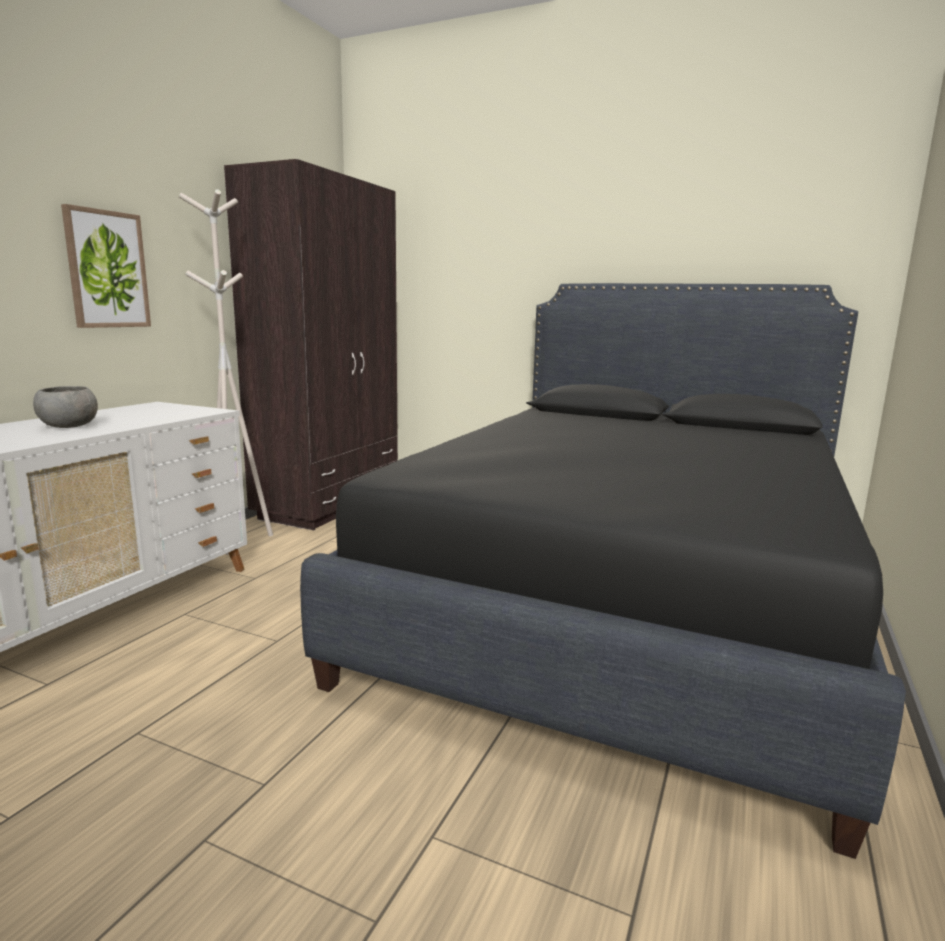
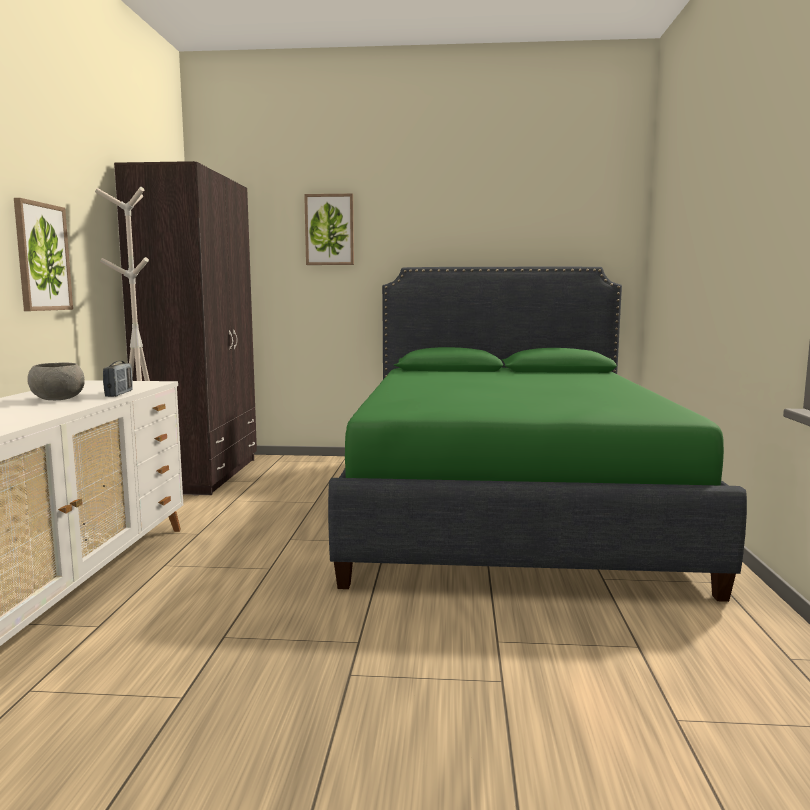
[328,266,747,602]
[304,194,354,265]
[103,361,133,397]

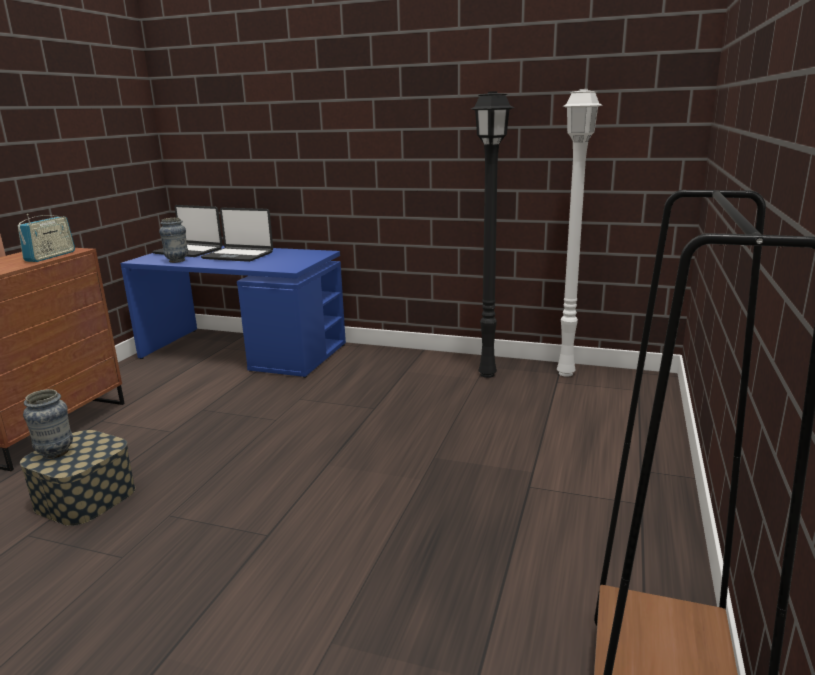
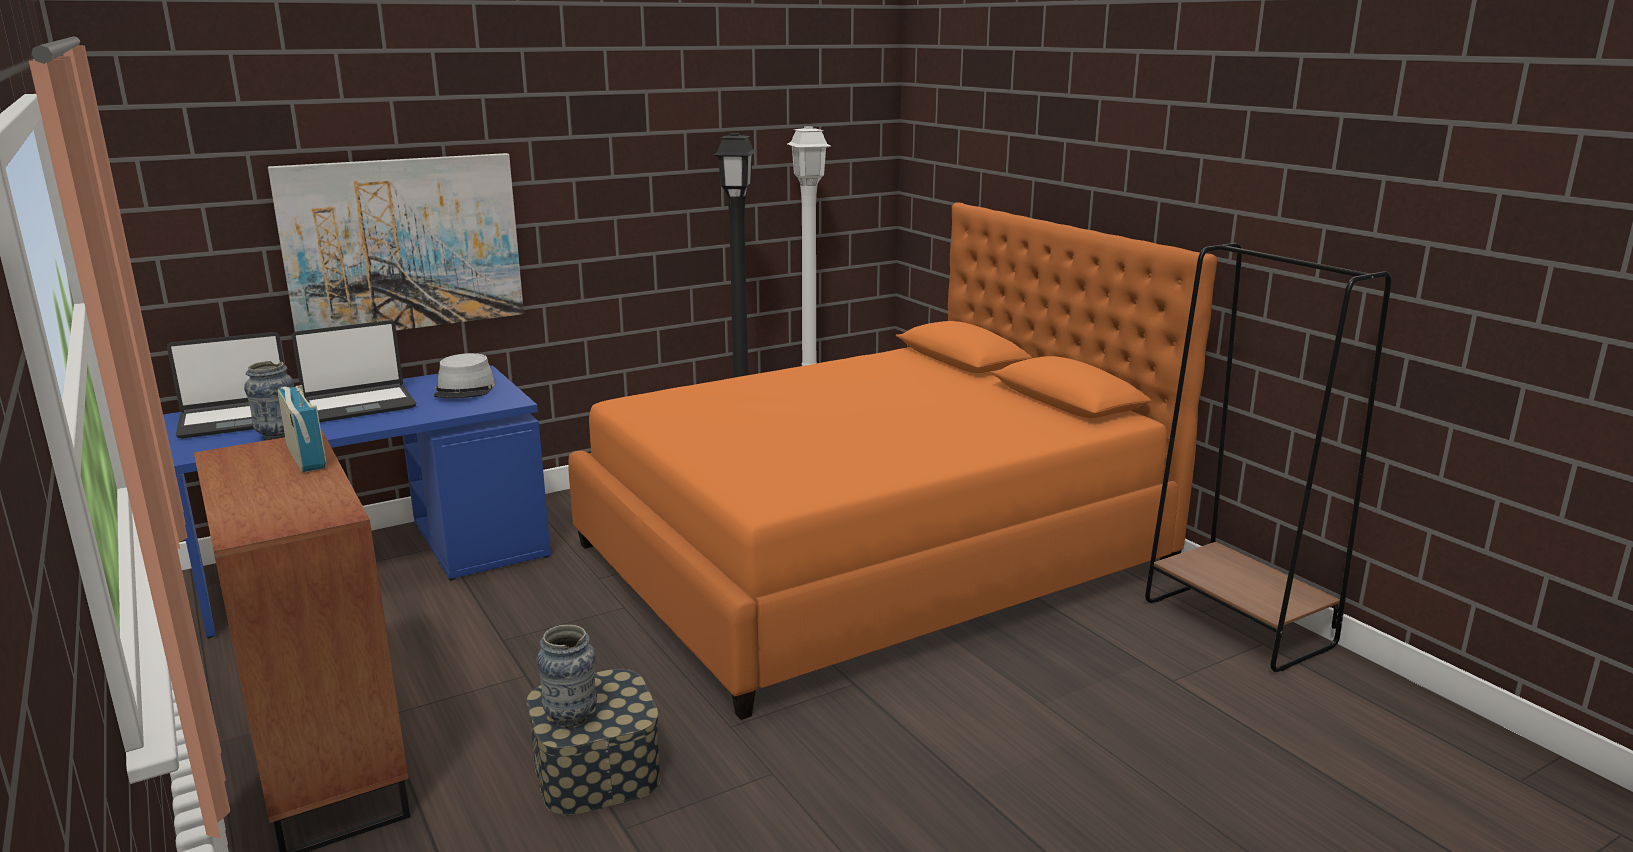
[268,153,524,332]
[568,202,1217,720]
[434,353,495,398]

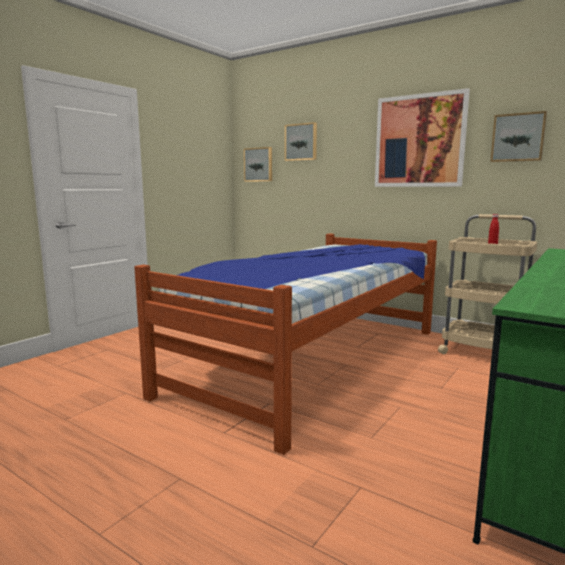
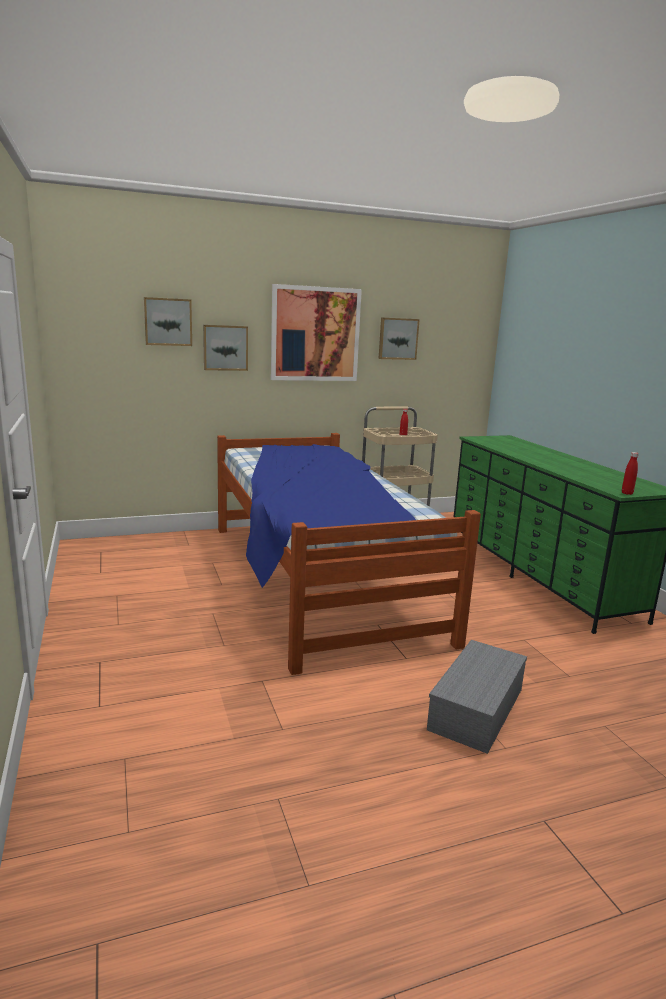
[203,325,248,371]
[622,452,639,495]
[427,640,527,754]

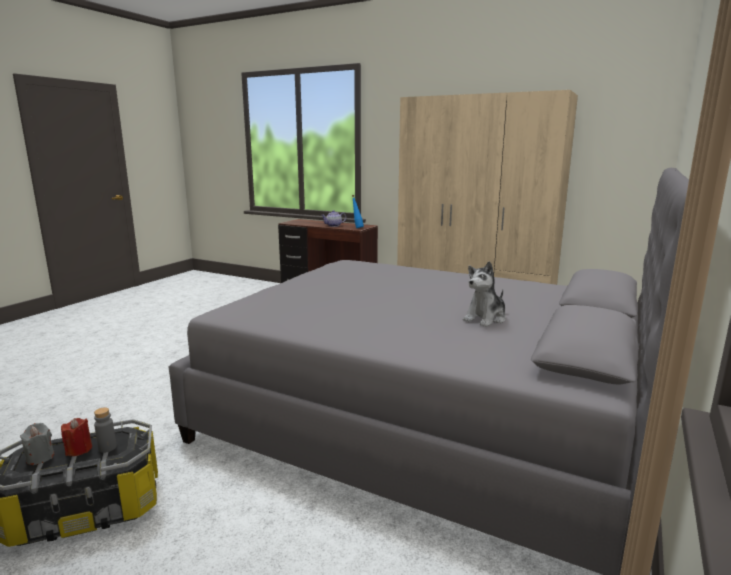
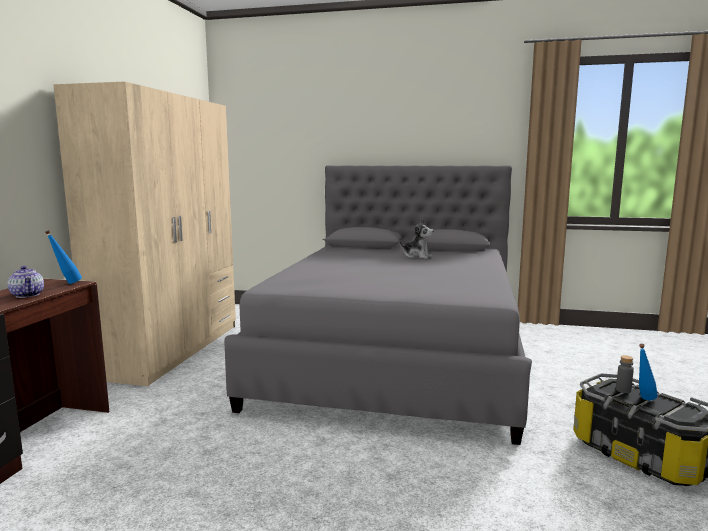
[639,344,658,400]
[20,423,54,465] (first image)

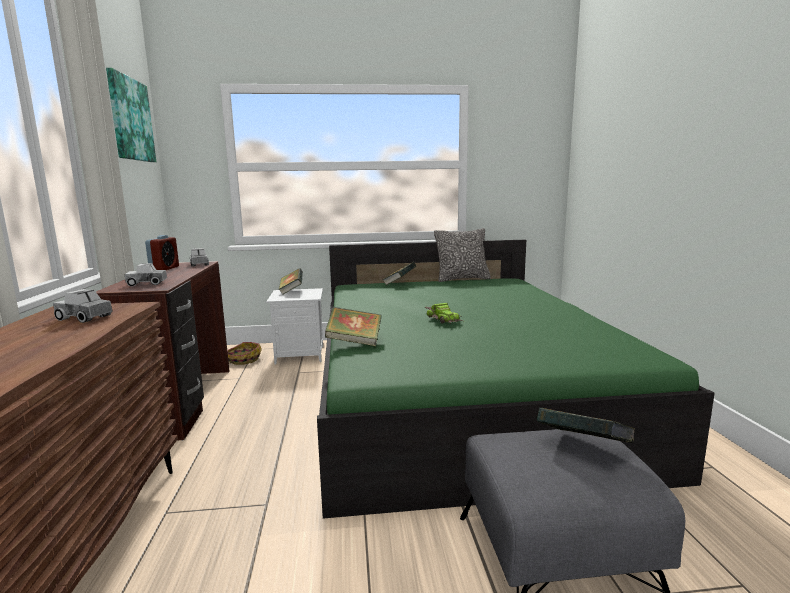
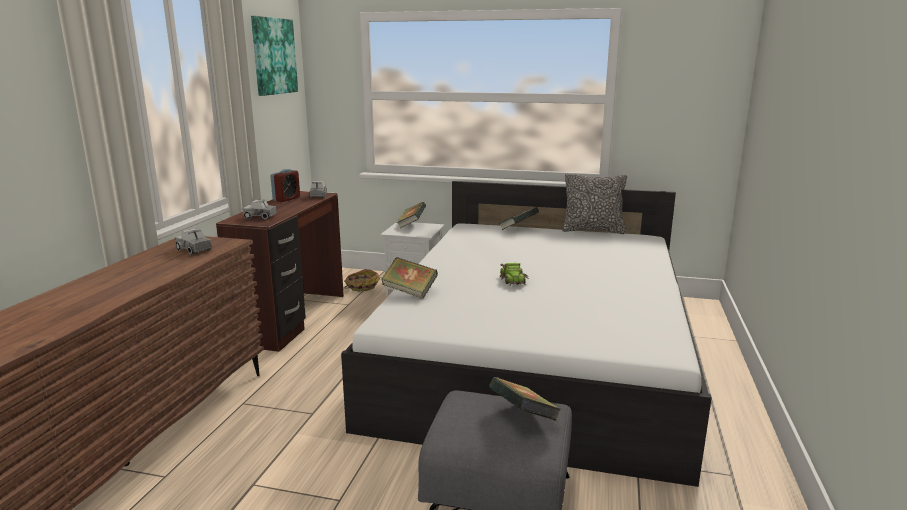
[341,181,712,487]

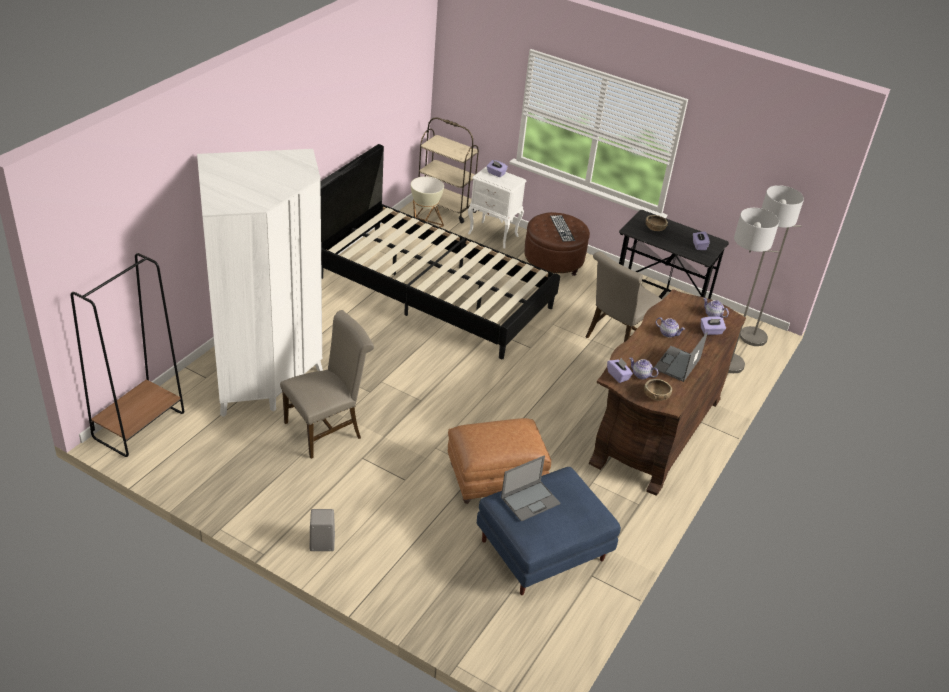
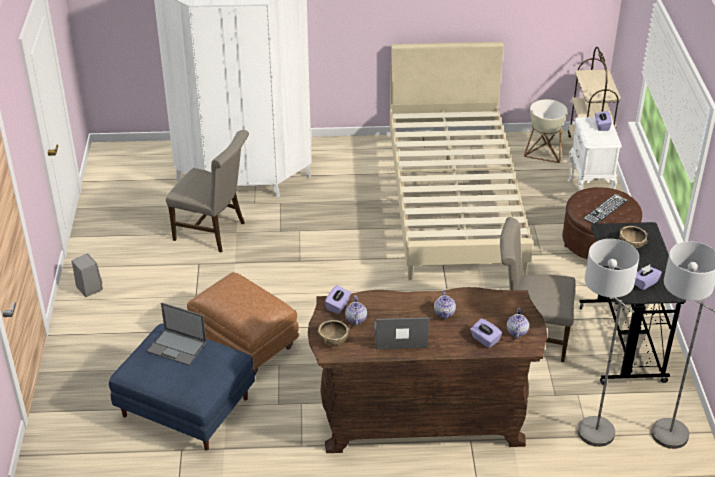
[390,42,533,280]
[71,253,184,457] (first image)

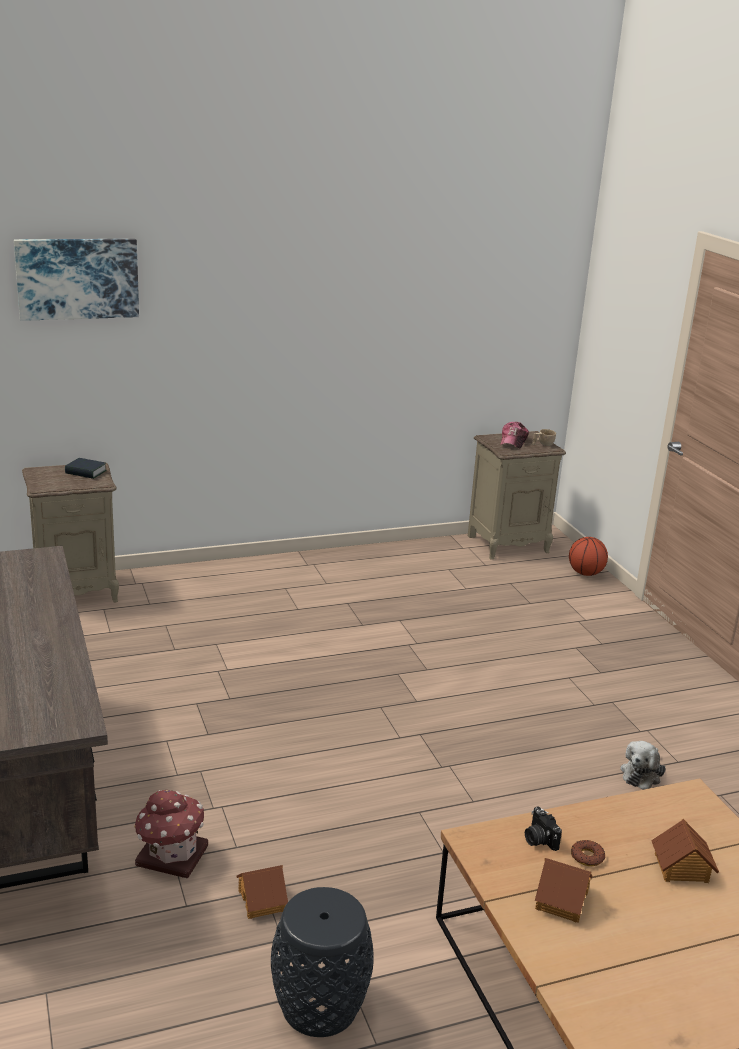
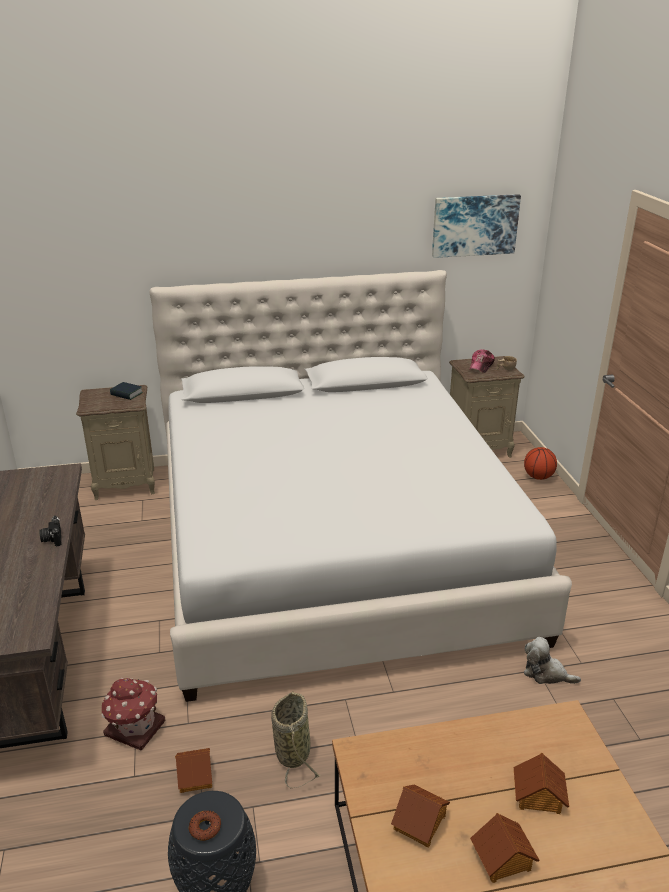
[432,194,521,258]
[524,637,581,684]
[39,516,61,546]
[189,810,221,841]
[149,270,572,702]
[271,691,320,789]
[470,813,540,883]

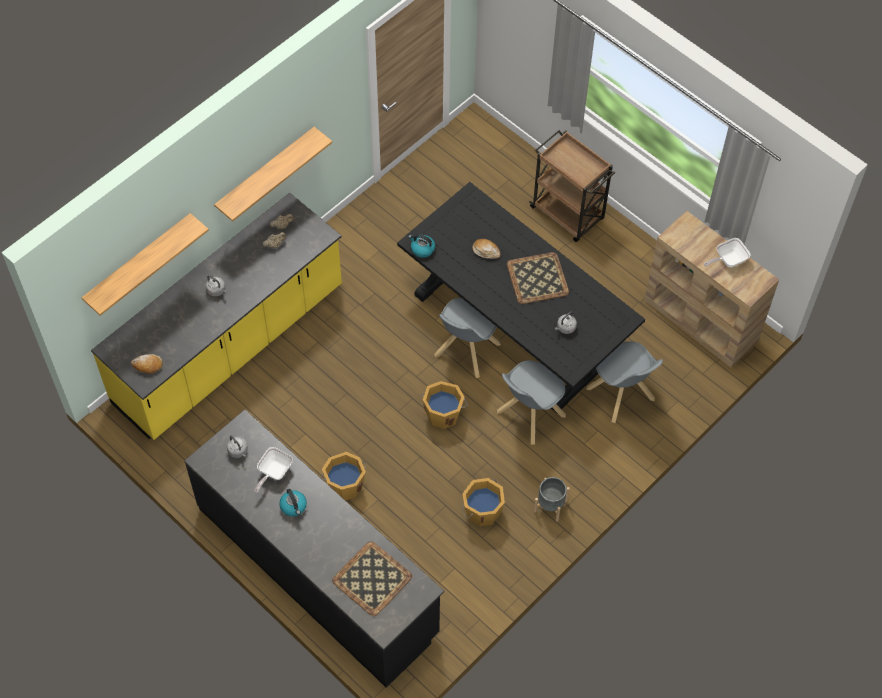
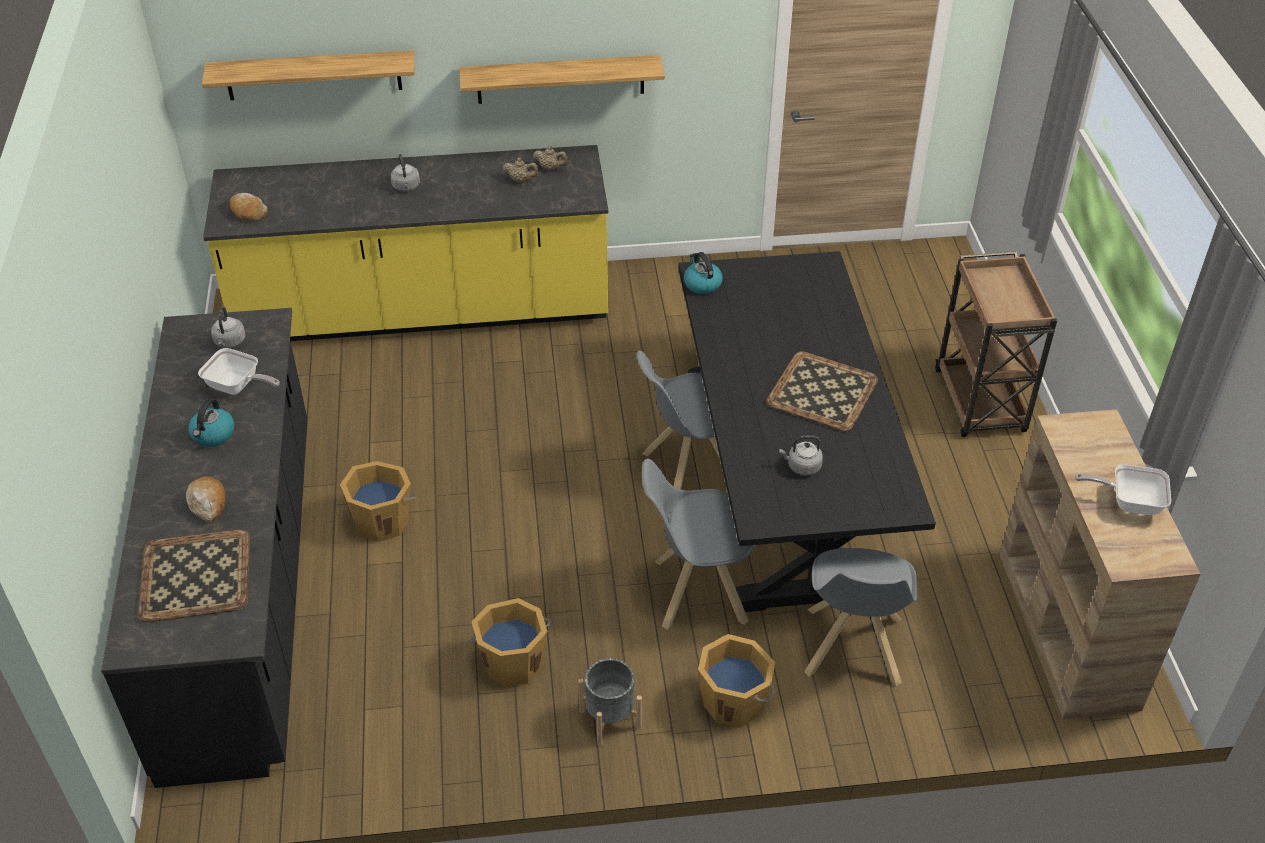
[186,476,225,523]
[698,634,775,728]
[198,348,280,395]

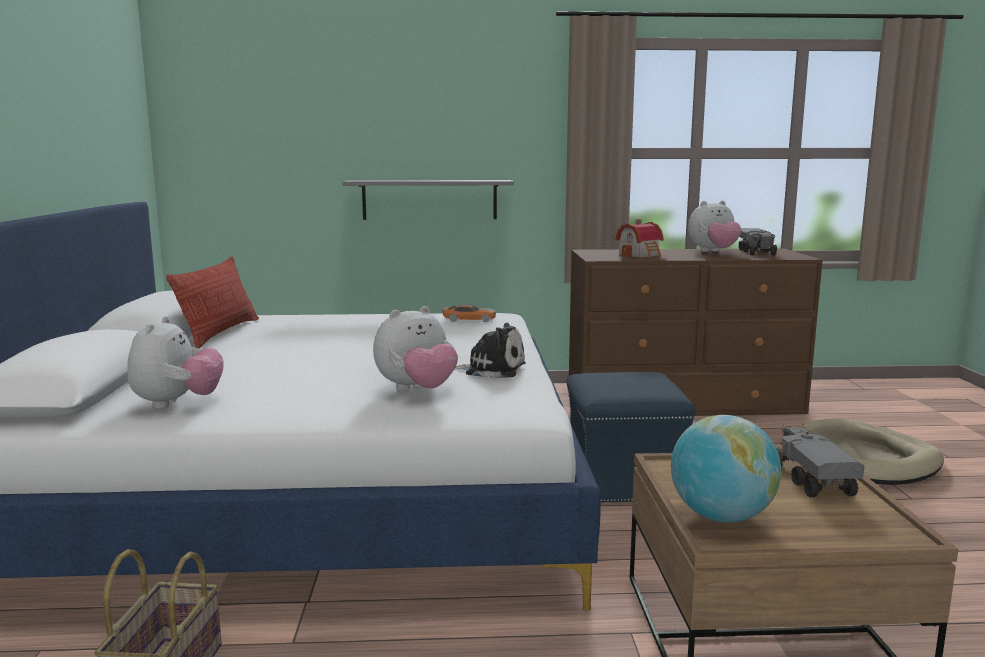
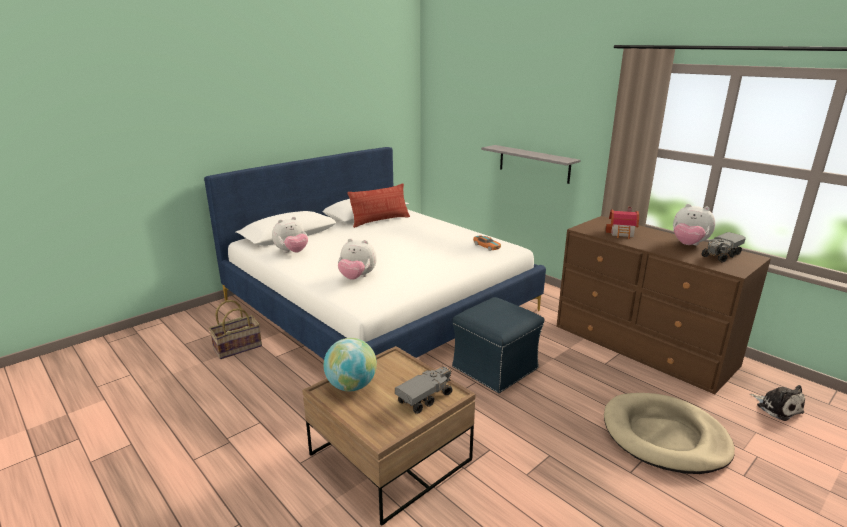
[750,385,805,421]

